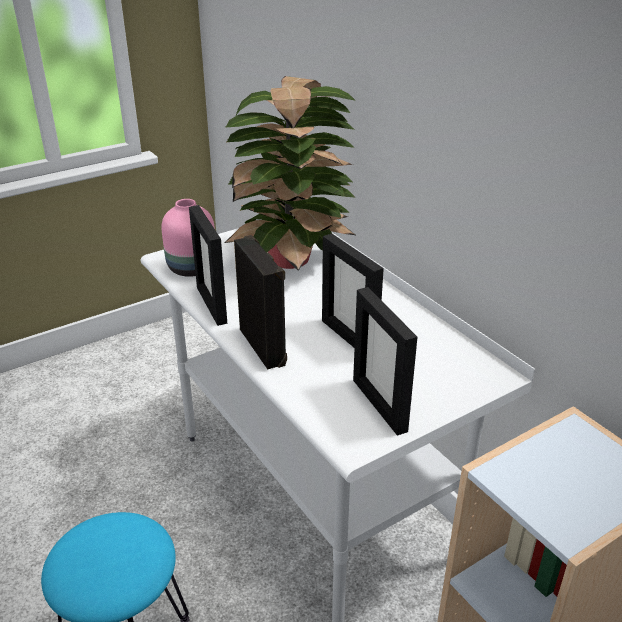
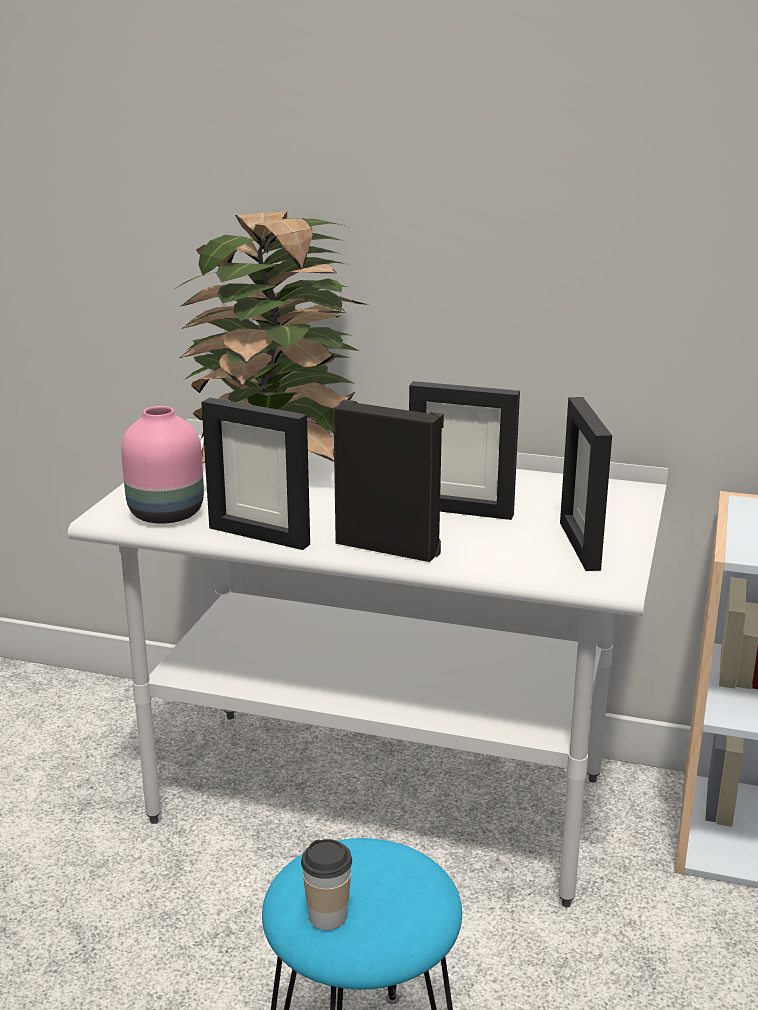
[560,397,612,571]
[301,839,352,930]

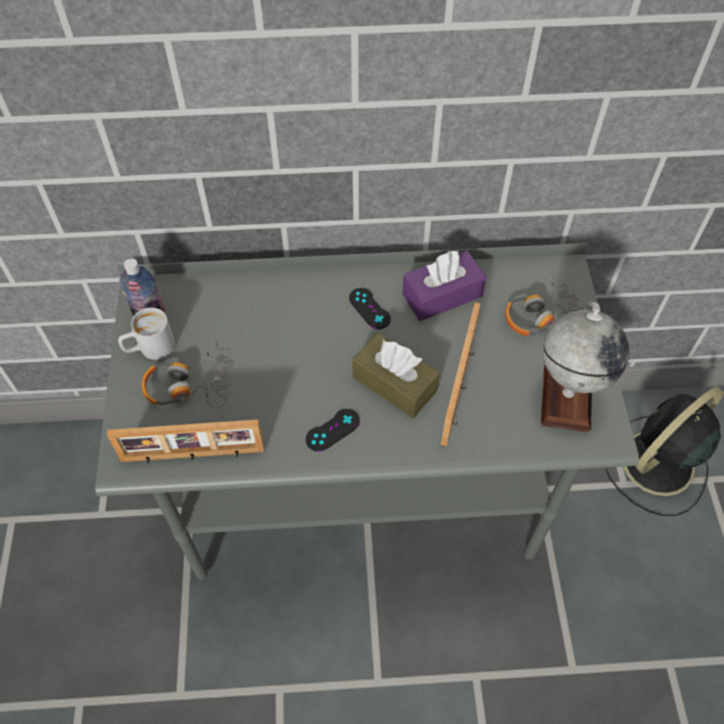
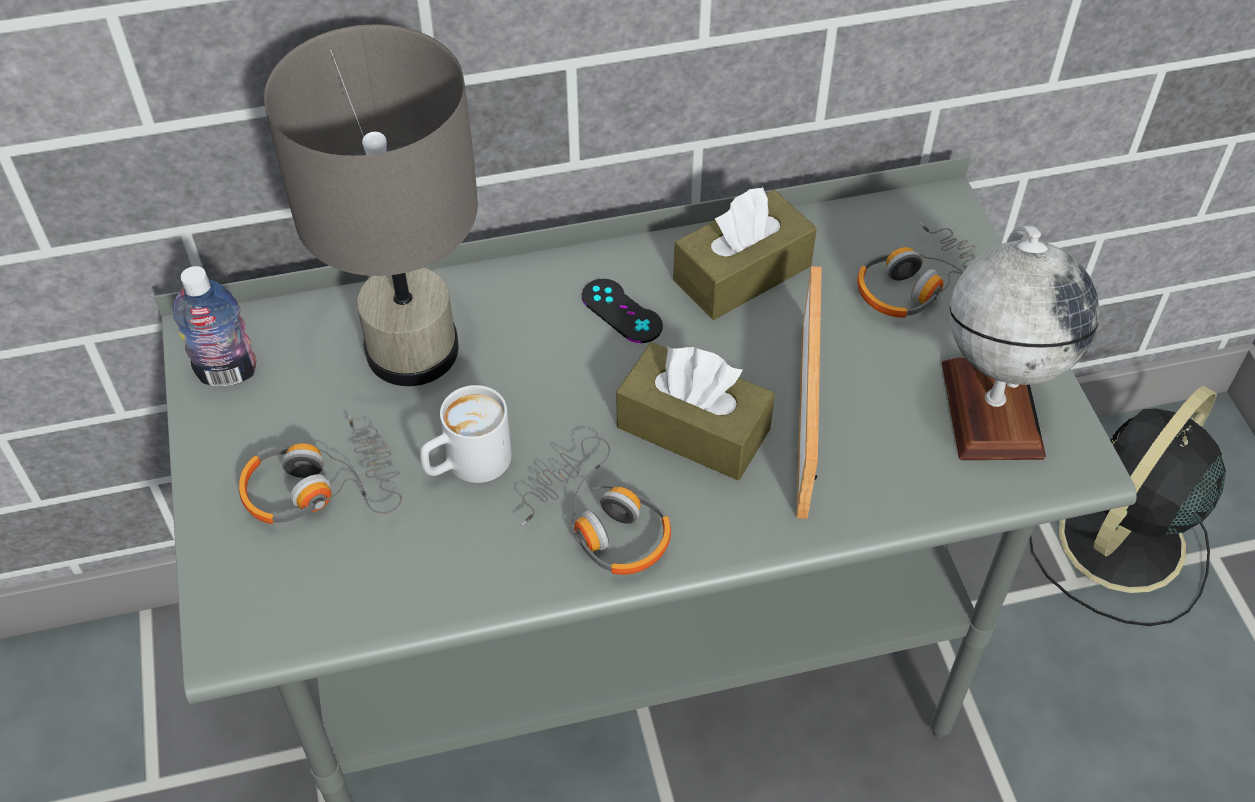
[673,186,817,320]
[420,385,512,483]
[520,436,671,575]
[107,419,264,463] (first image)
[264,24,478,386]

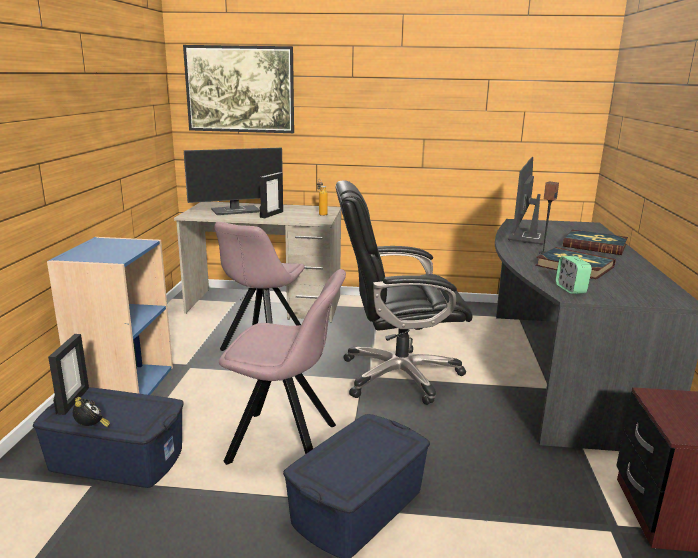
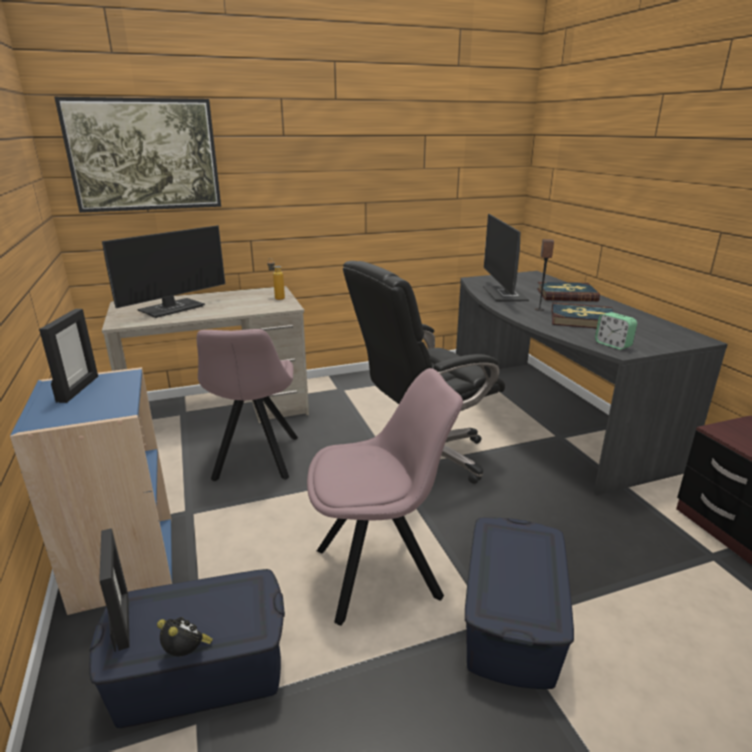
[39,309,98,403]

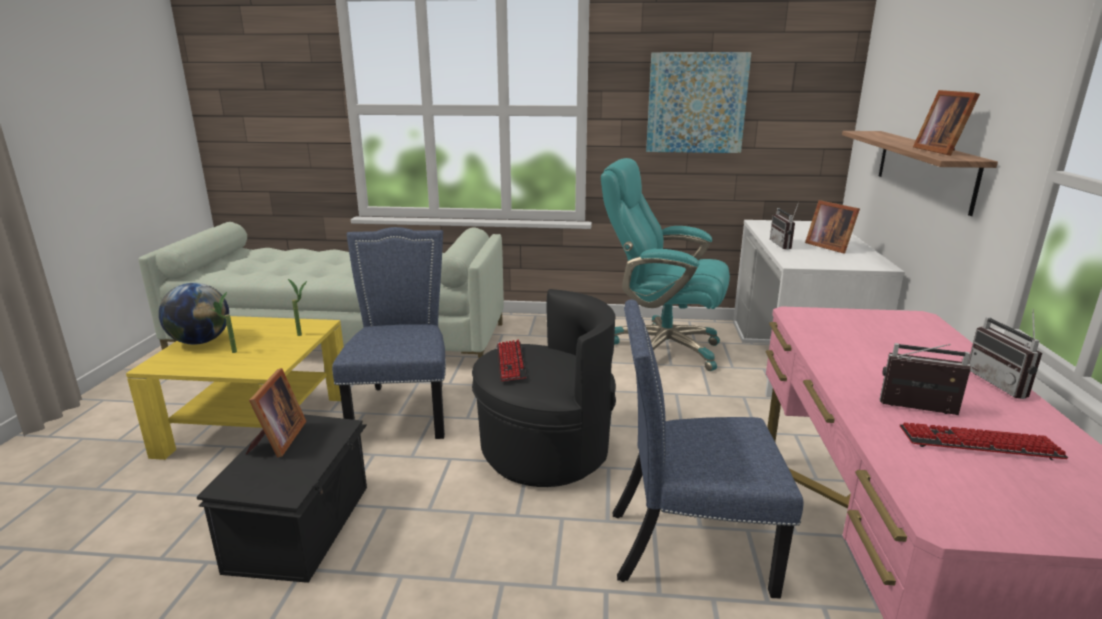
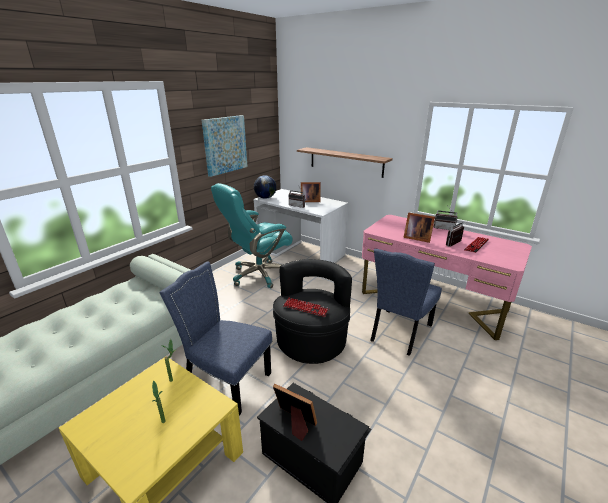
[403,212,435,243]
[254,175,277,199]

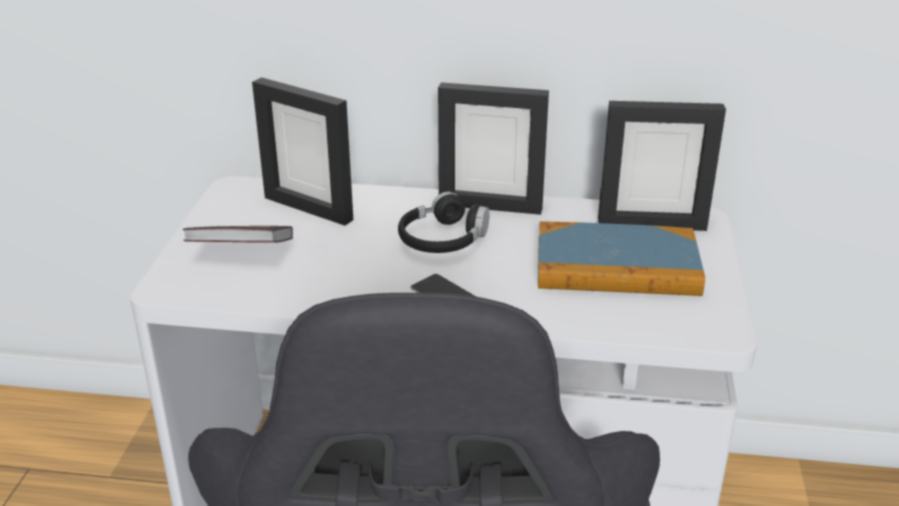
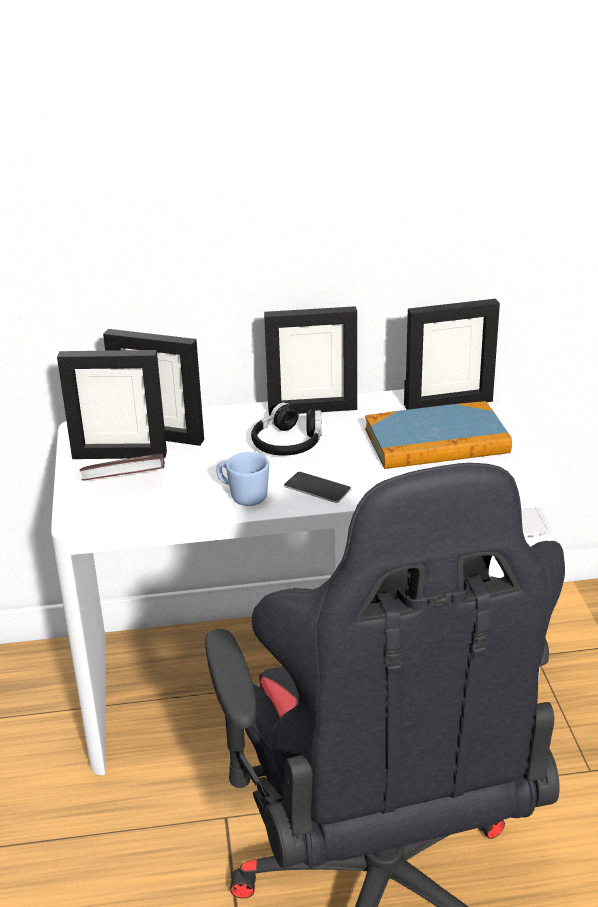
[57,350,167,459]
[216,452,269,506]

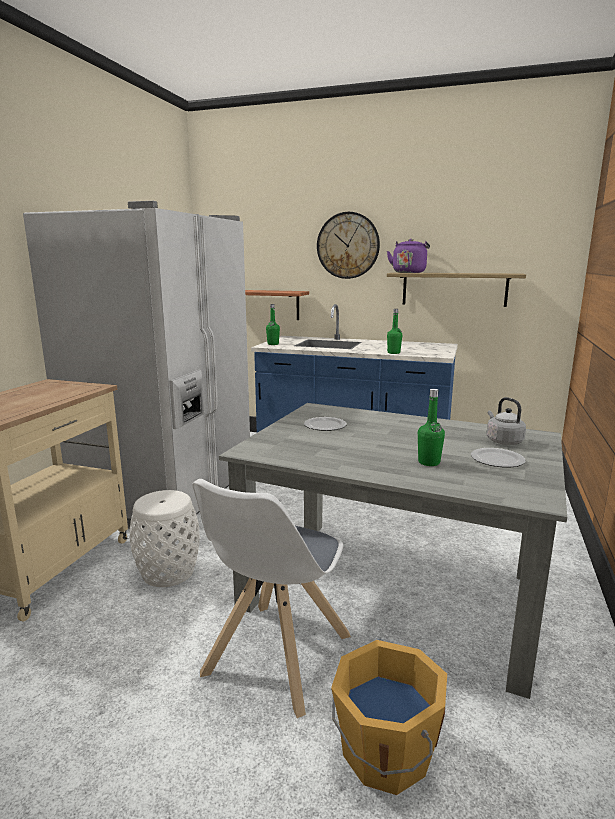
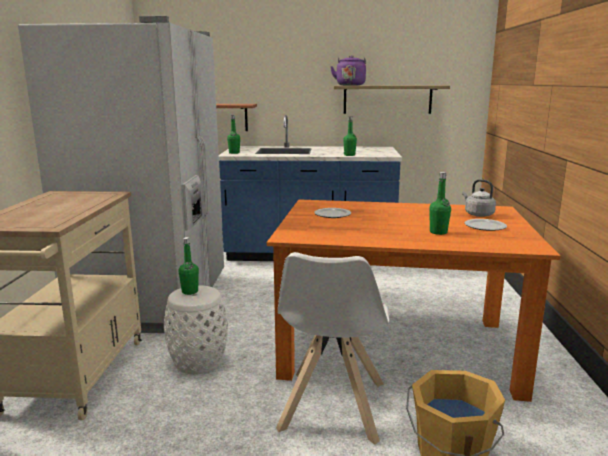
[317,212,380,279] (first image)
[267,200,560,402]
[178,237,199,295]

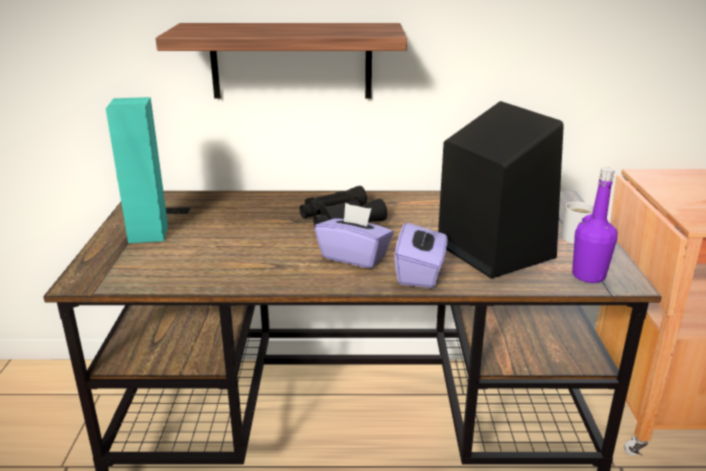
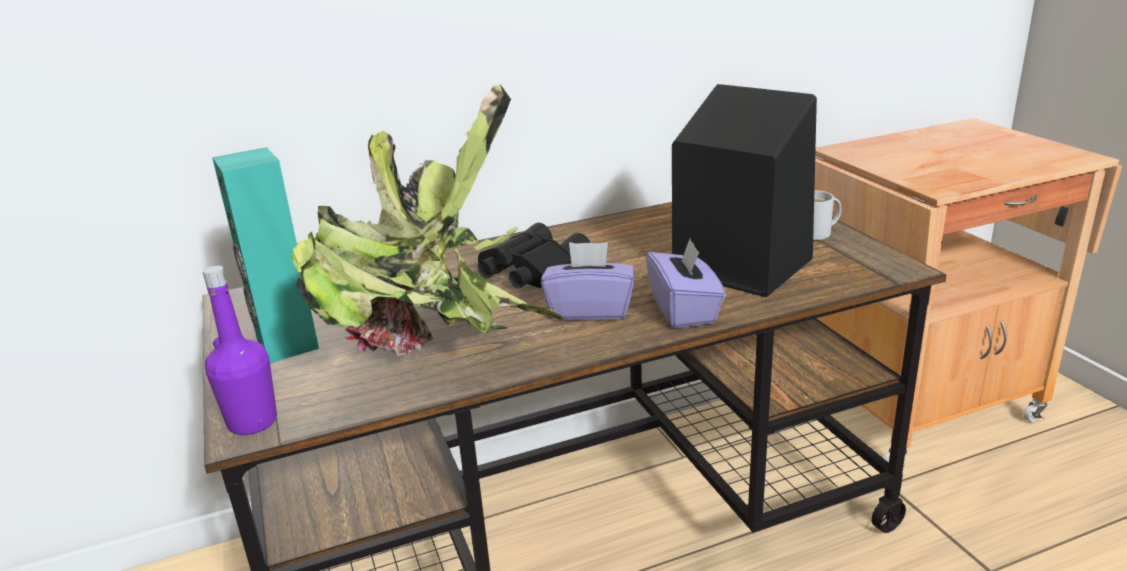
[156,23,407,99] (first image)
[203,266,277,435]
[292,85,564,356]

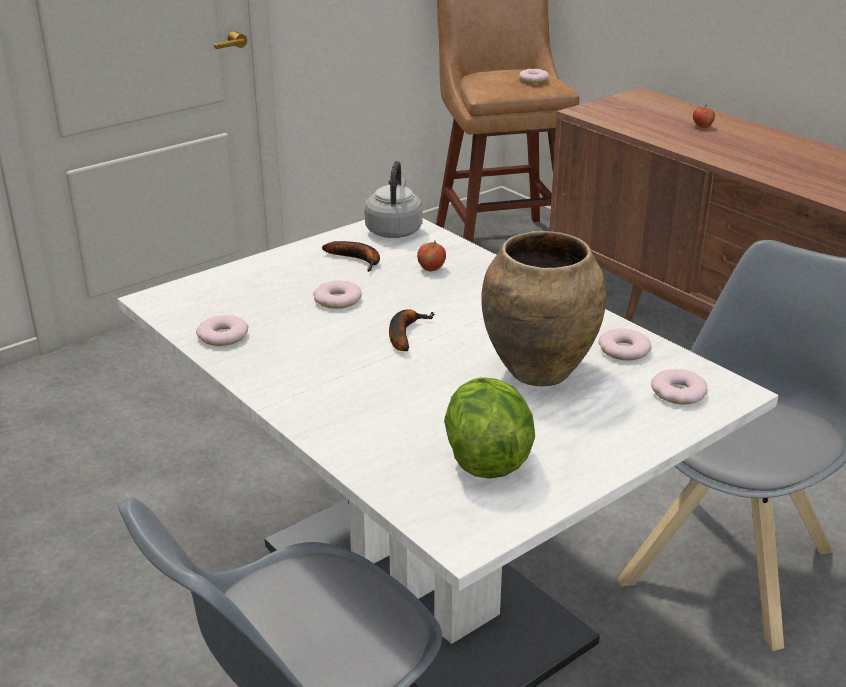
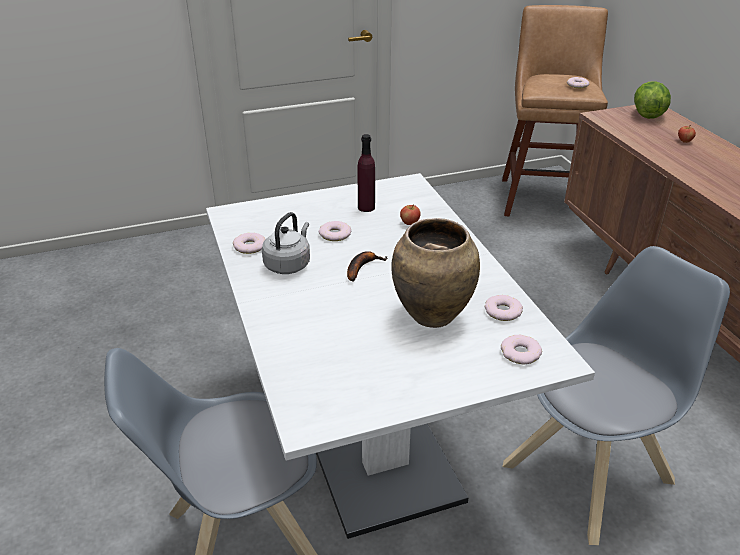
[262,212,310,274]
[358,134,375,212]
[634,81,671,119]

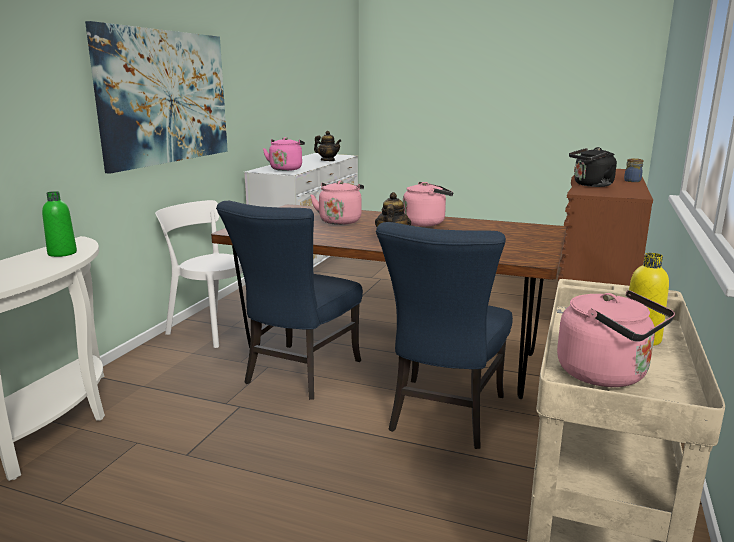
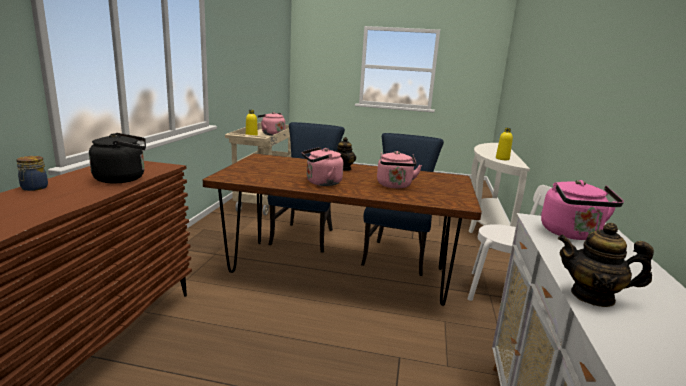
[85,21,228,174] (first image)
[496,128,513,160]

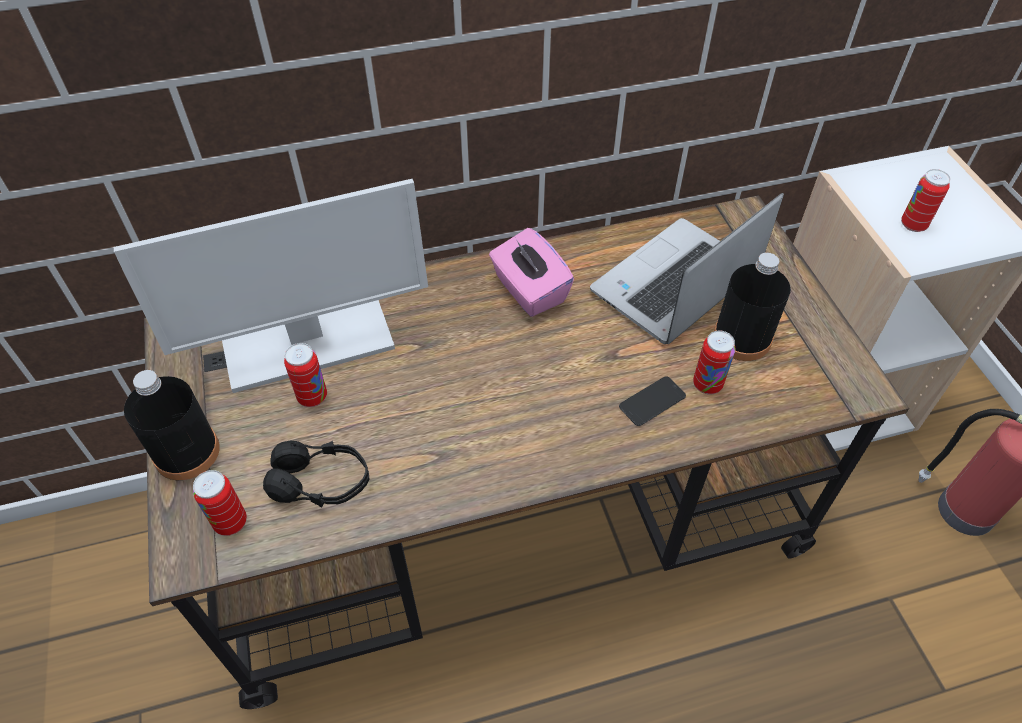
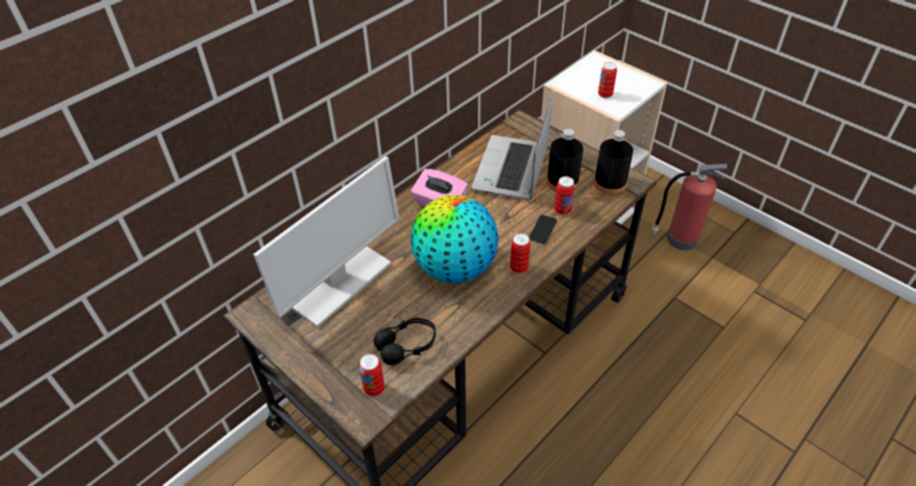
[510,233,531,273]
[594,130,633,195]
[410,195,499,283]

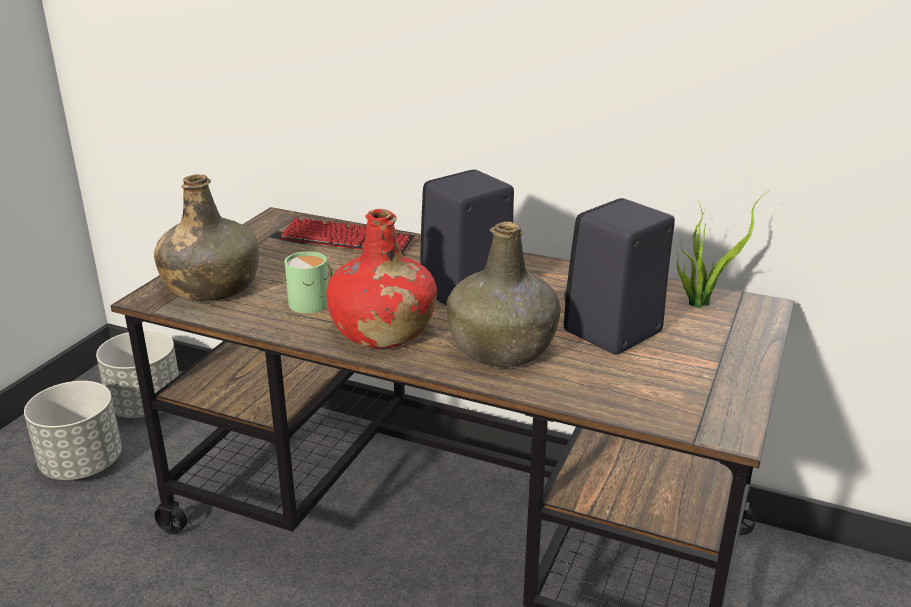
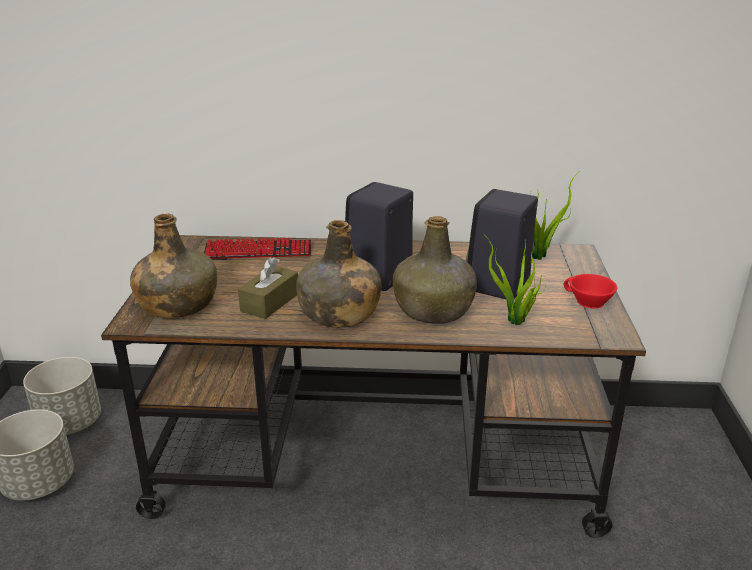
[296,220,382,328]
[238,257,298,319]
[488,239,546,325]
[564,274,617,309]

